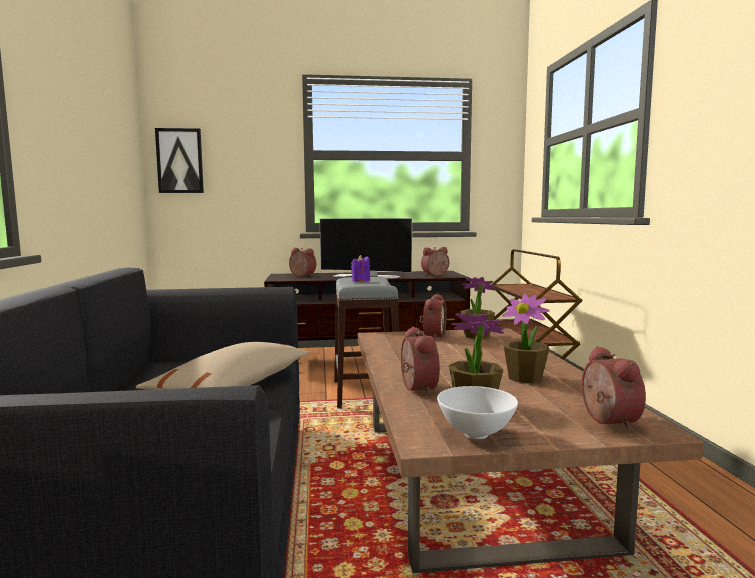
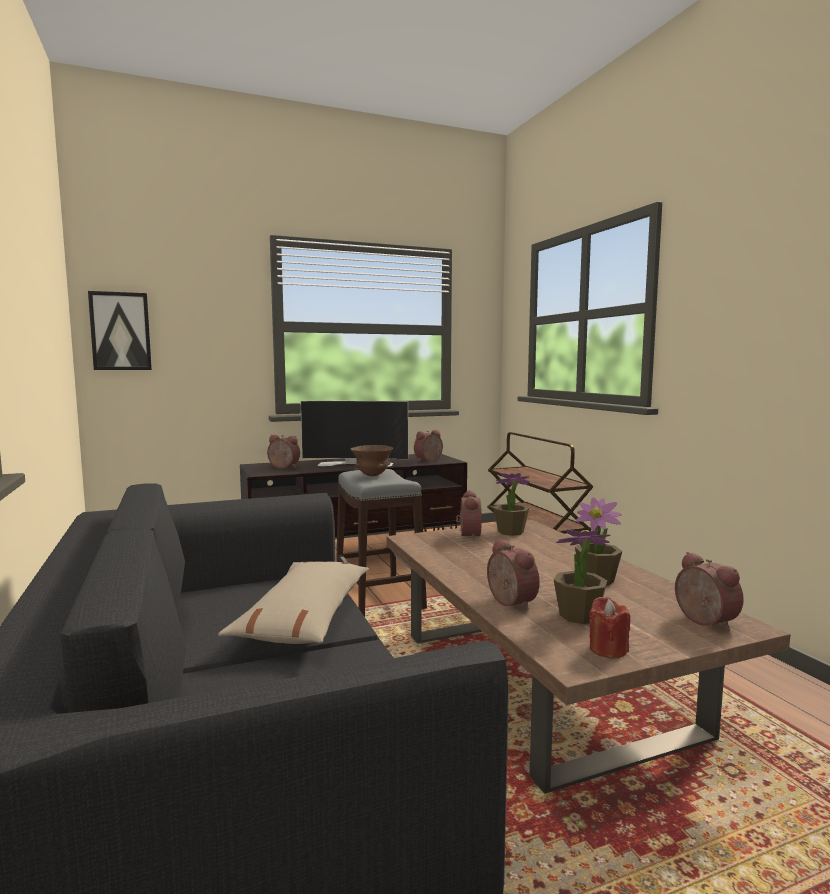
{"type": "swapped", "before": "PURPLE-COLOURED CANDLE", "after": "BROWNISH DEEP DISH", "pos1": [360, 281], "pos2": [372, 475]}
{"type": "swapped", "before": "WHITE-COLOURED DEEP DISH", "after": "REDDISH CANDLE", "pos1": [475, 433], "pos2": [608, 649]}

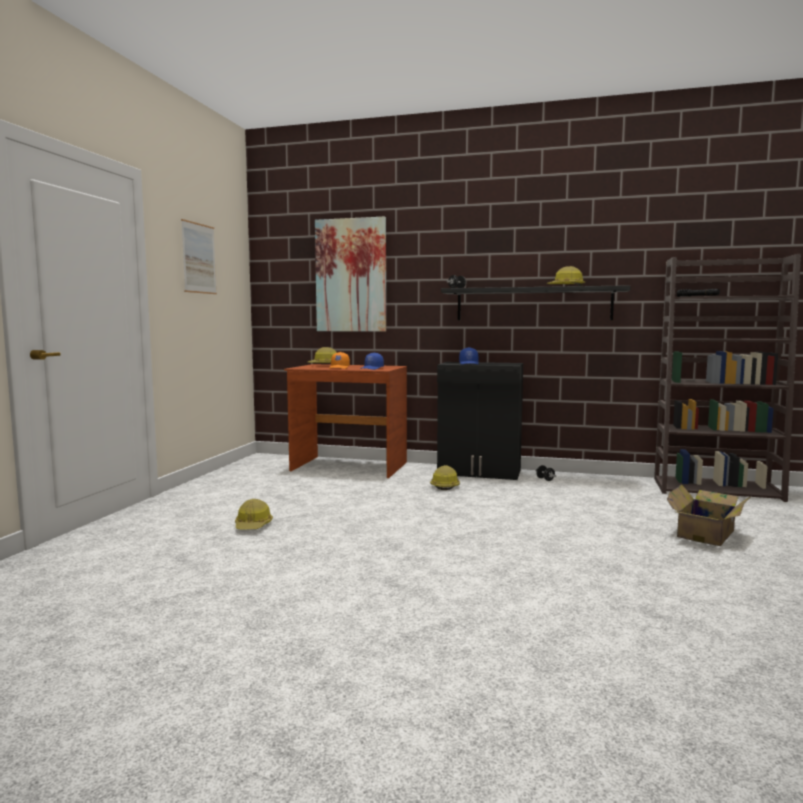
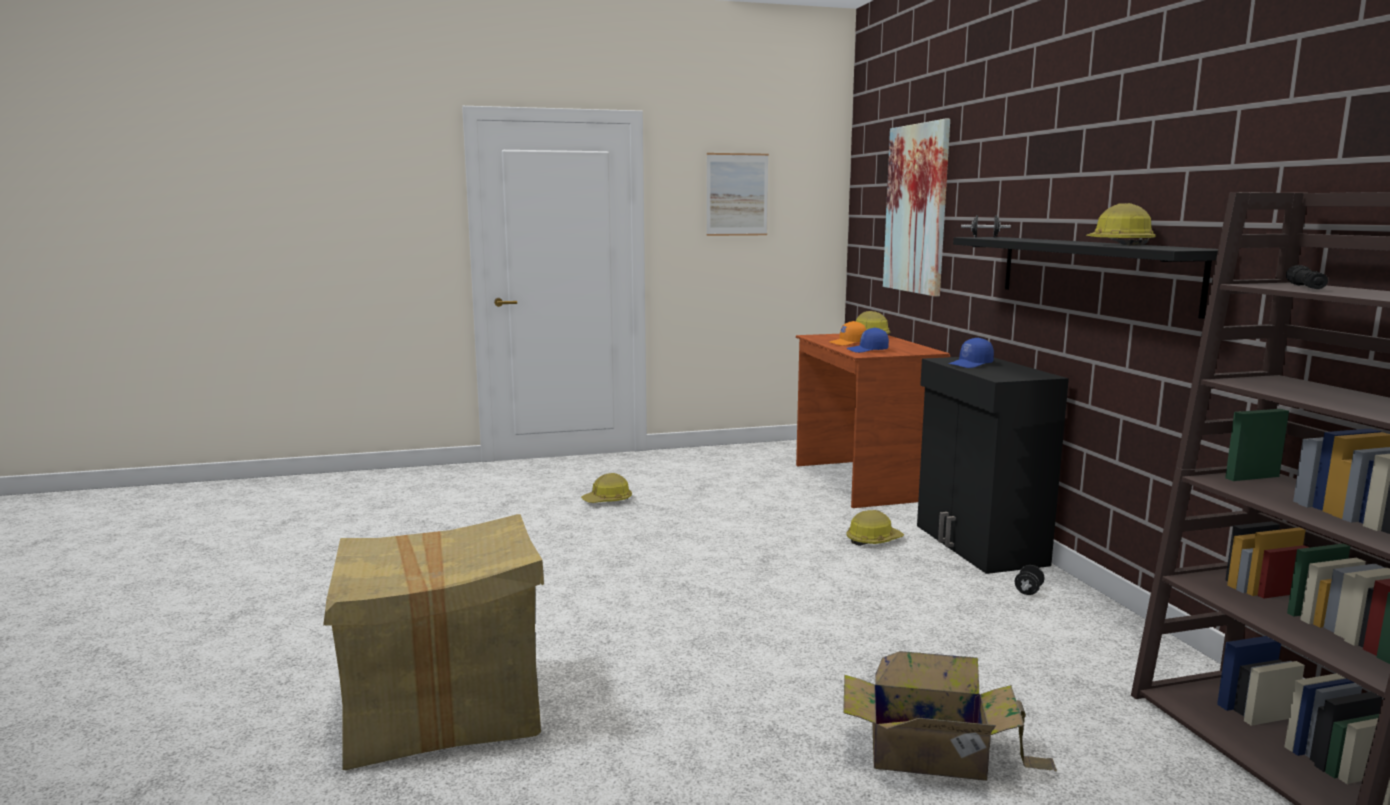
{"type": "new", "after": "PACKING BOX", "pos2": [444, 709]}

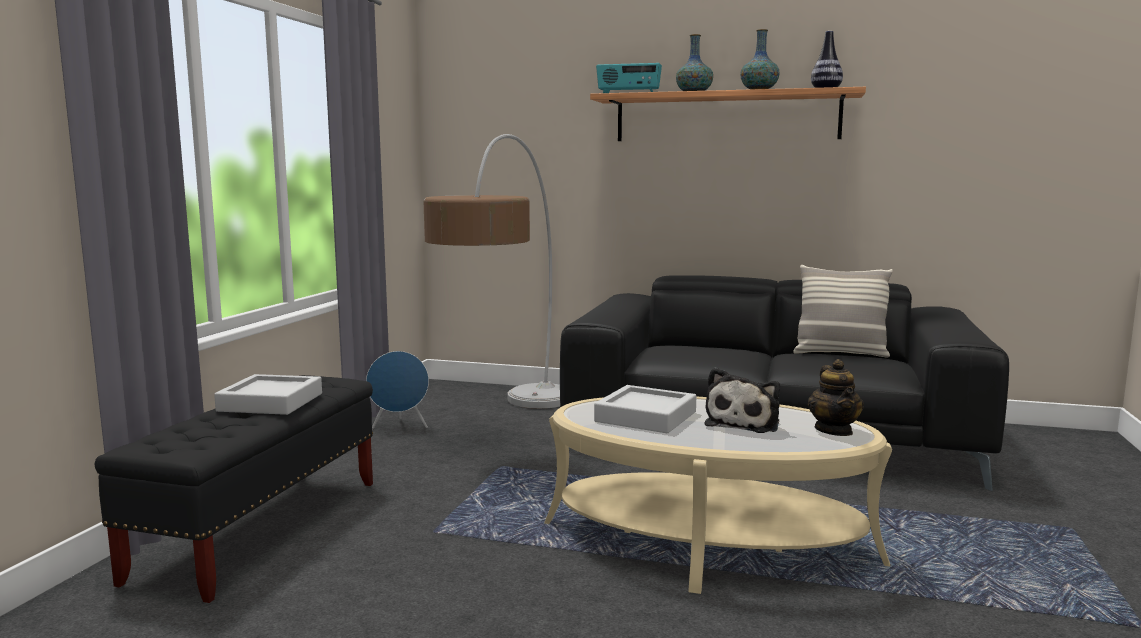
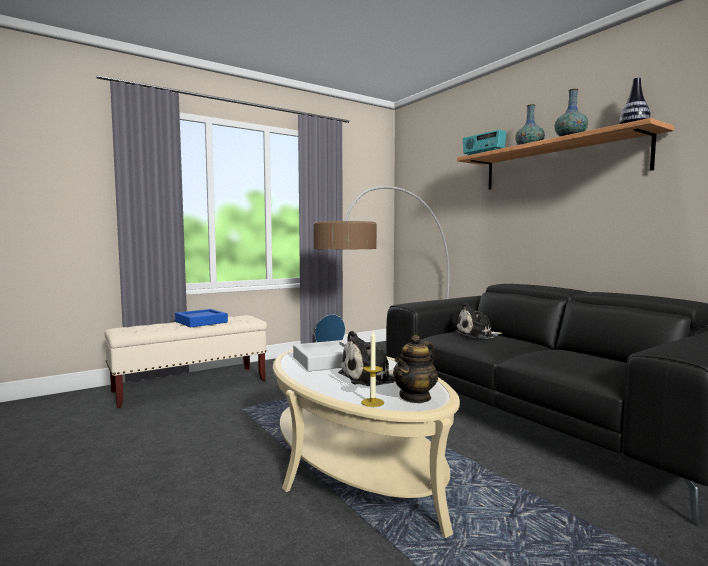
{"type": "repainted", "before": "BLACK LONG SEAT", "after": "BEIGE LONG SEAT", "pos1": [261, 529], "pos2": [191, 386]}
{"type": "repainted", "before": "GREY SERVING TRAY", "after": "BLUE-COLOURED SERVING TRAY", "pos1": [271, 402], "pos2": [201, 322]}
{"type": "new", "after": "CANDLE", "pos2": [372, 402]}
{"type": "new", "after": "CUDDLY TOY", "pos2": [477, 335]}
{"type": "gone", "before": "CUSHION", "pos1": [840, 353]}

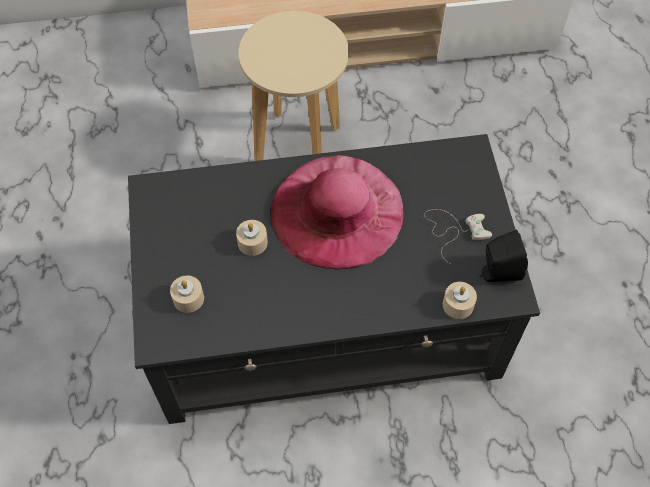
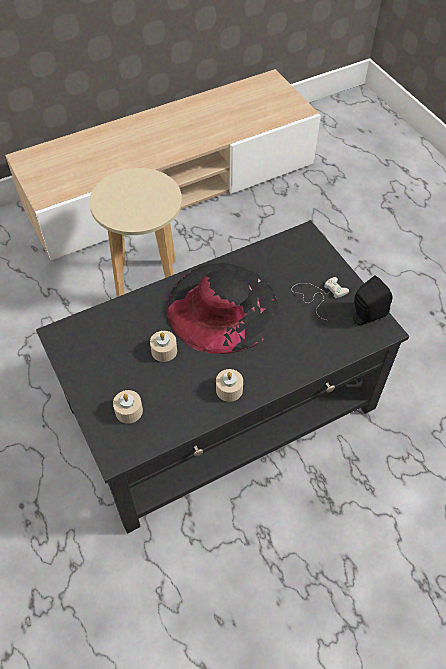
{"type": "repainted", "before": "PINK-COLOURED HAT", "after": "BLACK HAT", "pos1": [337, 211], "pos2": [222, 307]}
{"type": "shifted", "before": "BEIGE CANDLE", "pos1": [458, 305], "pos2": [229, 389]}

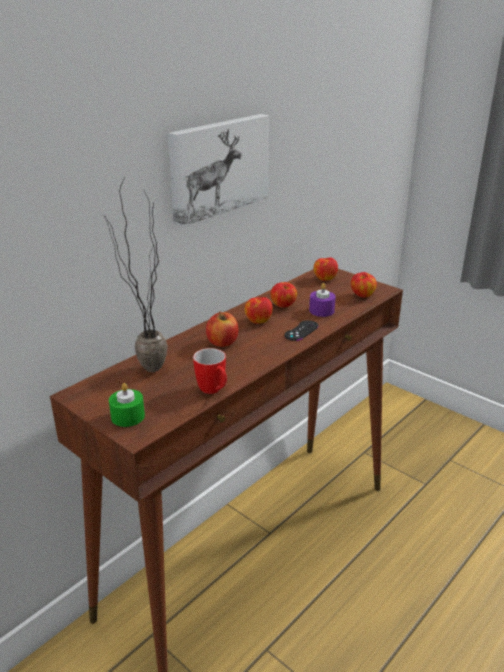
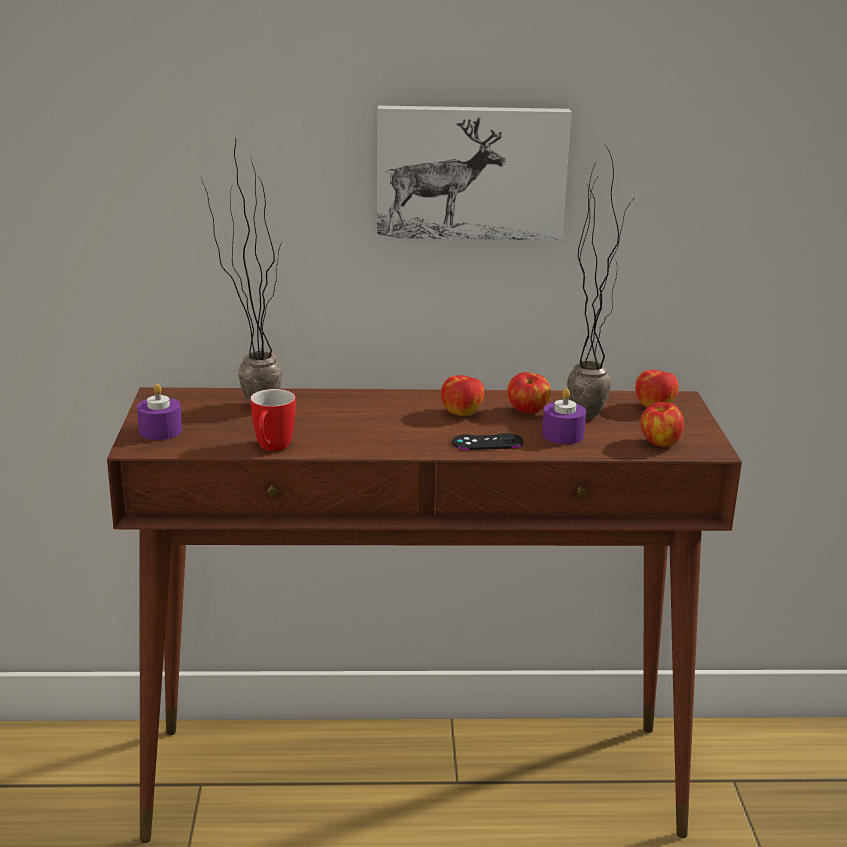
{"type": "repainted", "before": "GREENISH CANDLE", "after": "PURPLE-COLOURED CANDLE", "pos1": [128, 416], "pos2": [160, 431]}
{"type": "new", "after": "PLANT IN A POT", "pos2": [589, 411]}
{"type": "gone", "before": "APPLE", "pos1": [222, 342]}

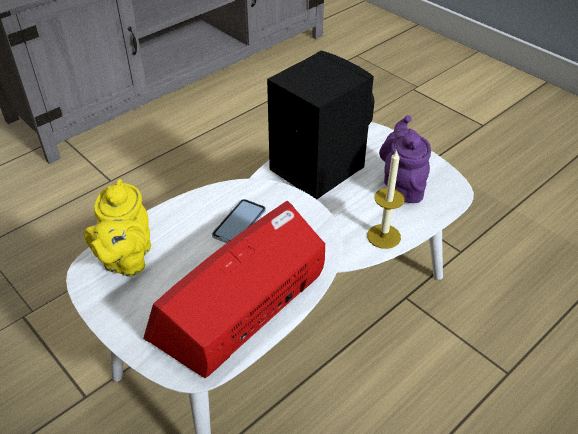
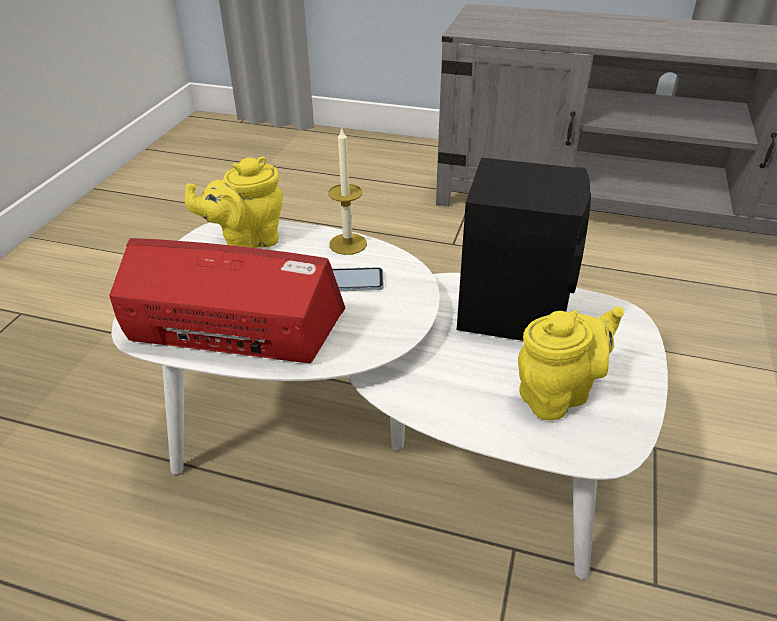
{"type": "shifted", "before": "CANDLE", "pos1": [383, 236], "pos2": [348, 244]}
{"type": "repainted", "before": "PURPLE-COLOURED TEA POT", "after": "YELLOW TEA POT", "pos1": [402, 186], "pos2": [558, 393]}

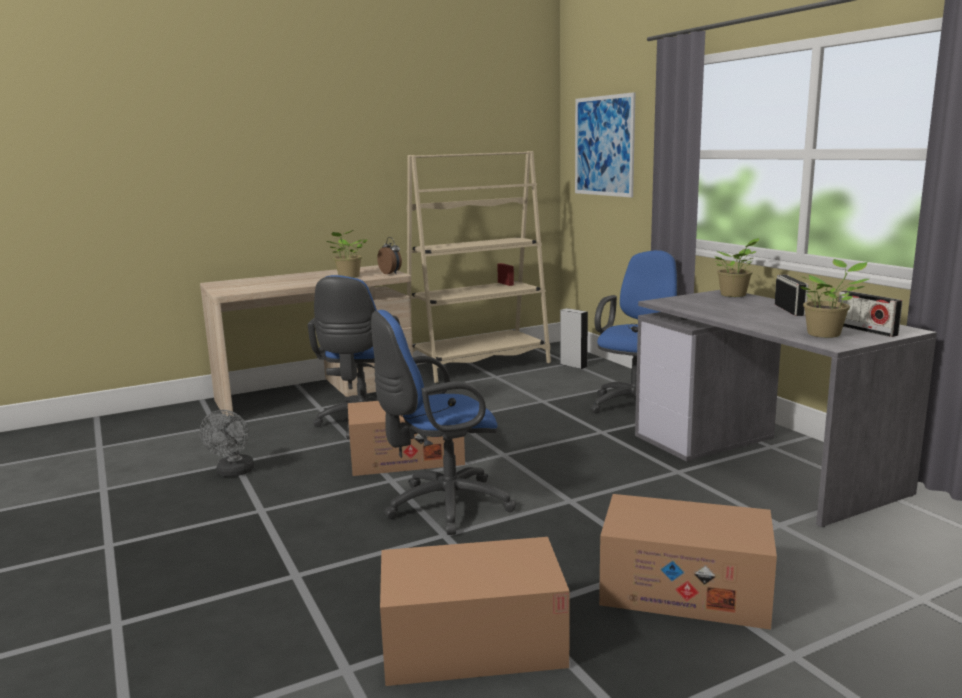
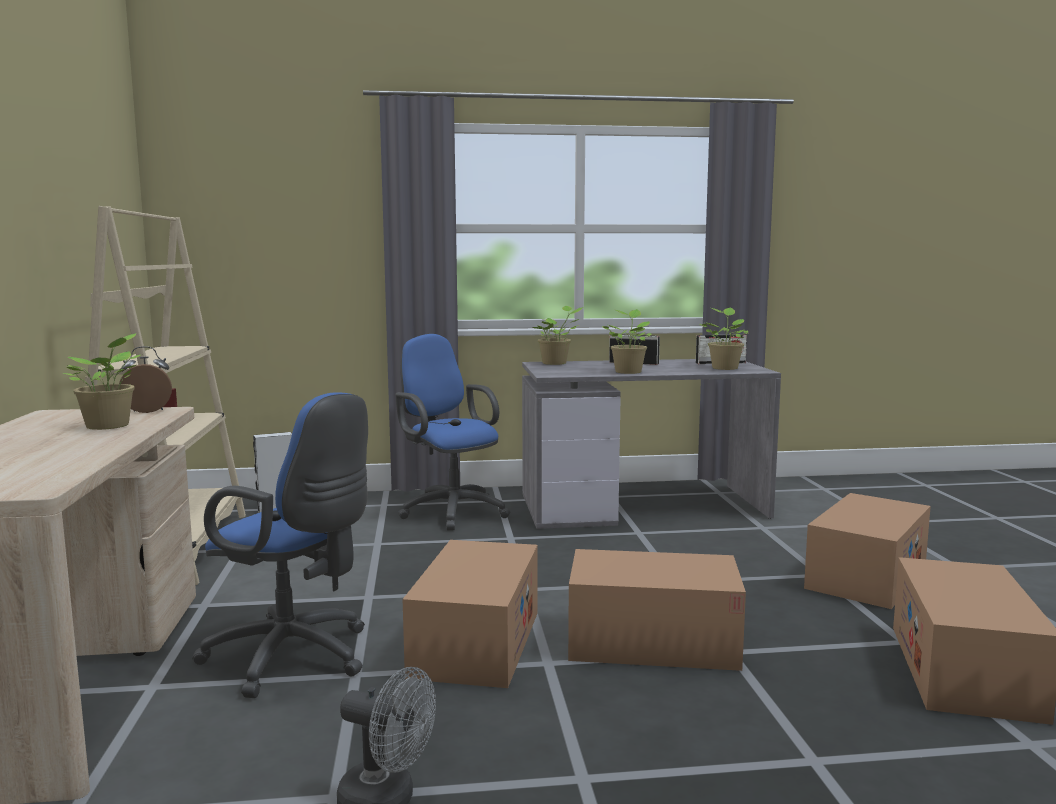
{"type": "swapped", "before": "BLUE-COLOURED DESK CHAIR", "after": "PACKING BOX", "pos1": [442, 506], "pos2": [653, 642]}
{"type": "new", "after": "PLANT IN A POT", "pos2": [628, 372]}
{"type": "gone", "before": "PICTURE", "pos1": [604, 146]}

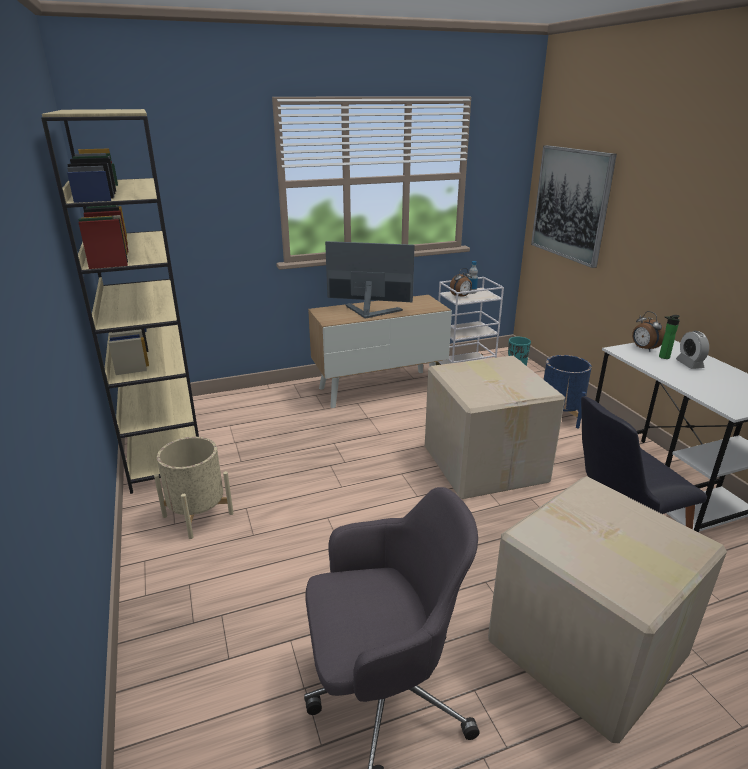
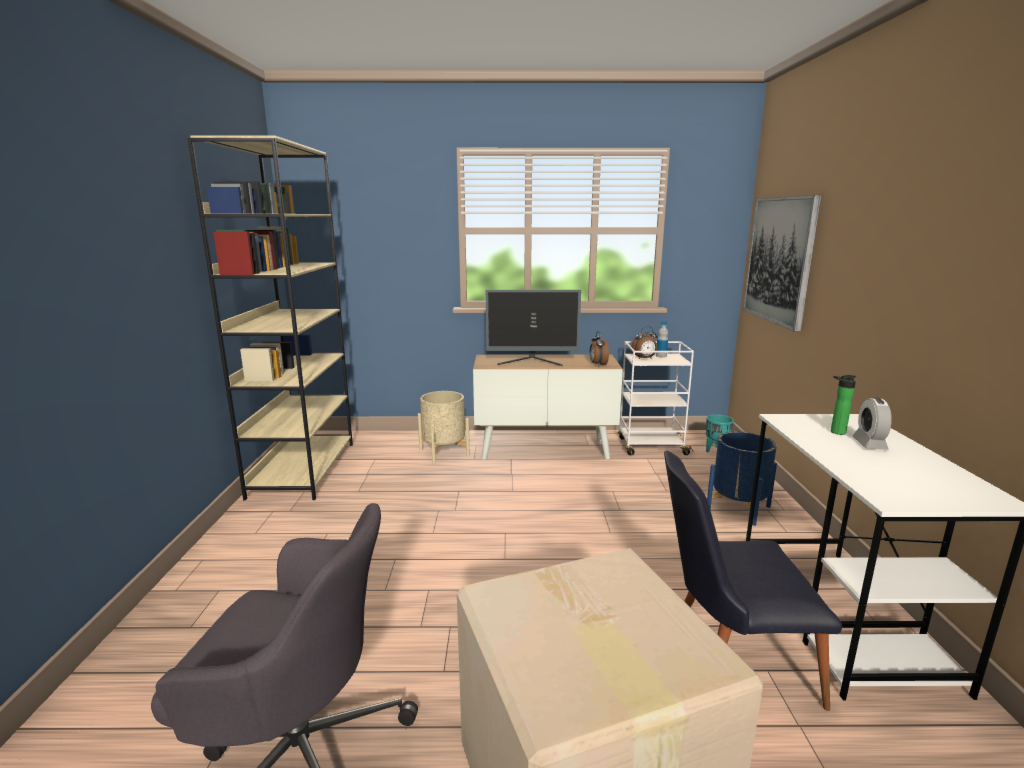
{"type": "shifted", "before": "BEIGE PLANTER", "pos1": [198, 515], "pos2": [444, 452]}
{"type": "rotated", "before": "COMPUTER SCREEN", "pos1": [369, 312], "pos2": [532, 362], "turn": 150}
{"type": "shifted", "before": "BEDSIDE CLOCK", "pos1": [643, 348], "pos2": [597, 364]}
{"type": "gone", "before": "PACKING BOX", "pos1": [485, 463]}

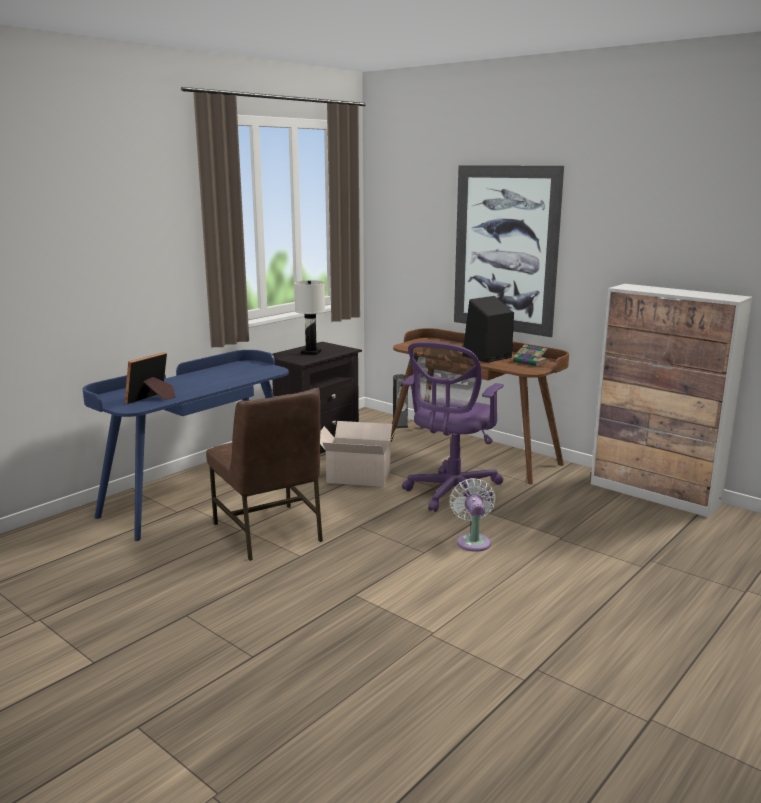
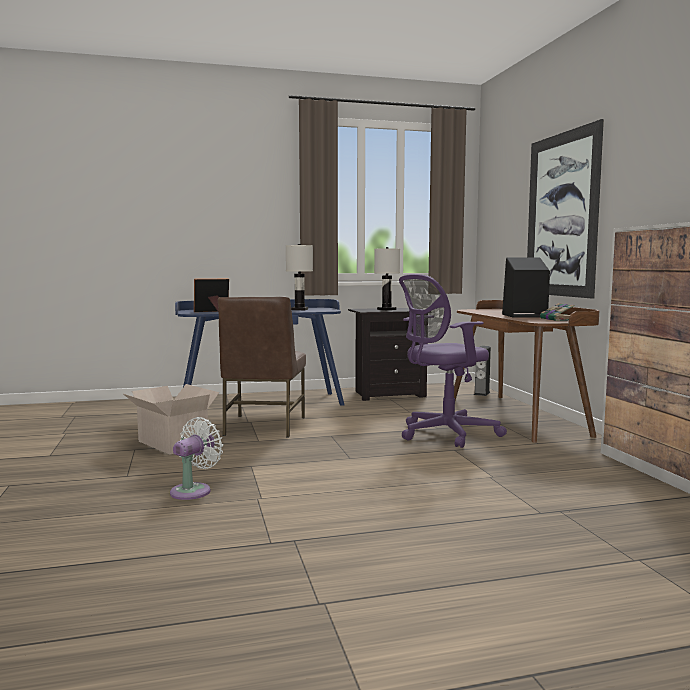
{"type": "shifted", "before": "PACKING BOX", "pos1": [357, 476], "pos2": [172, 442]}
{"type": "shifted", "before": "WHITE-COLOURED COOLING FAN", "pos1": [473, 541], "pos2": [194, 490]}
{"type": "new", "after": "WHITE-COLOURED LAMP FOR A TABLE", "pos2": [299, 309]}

